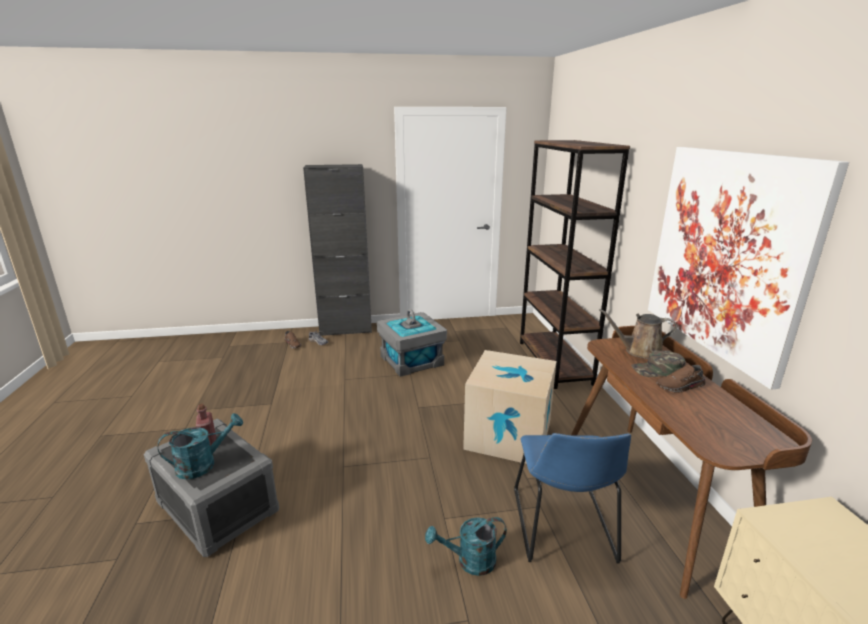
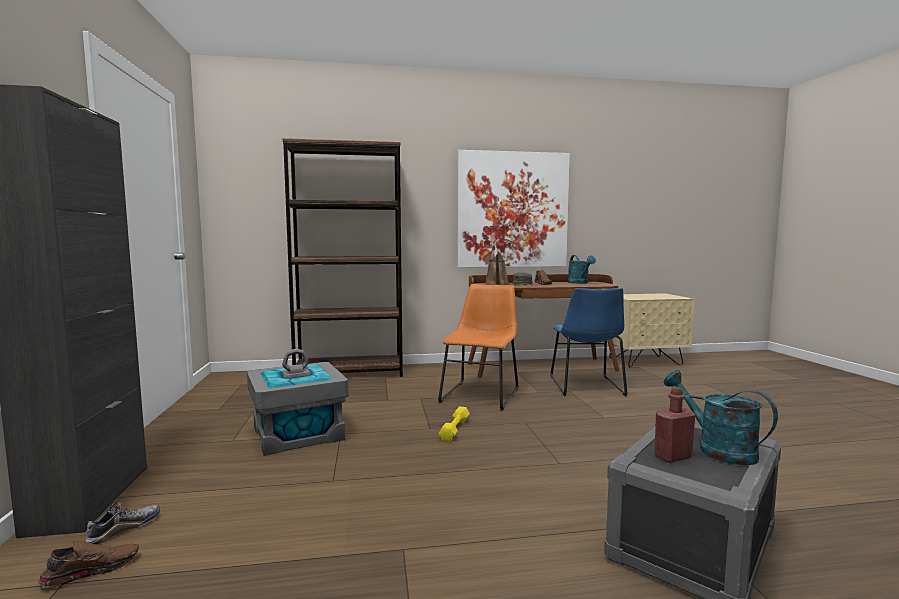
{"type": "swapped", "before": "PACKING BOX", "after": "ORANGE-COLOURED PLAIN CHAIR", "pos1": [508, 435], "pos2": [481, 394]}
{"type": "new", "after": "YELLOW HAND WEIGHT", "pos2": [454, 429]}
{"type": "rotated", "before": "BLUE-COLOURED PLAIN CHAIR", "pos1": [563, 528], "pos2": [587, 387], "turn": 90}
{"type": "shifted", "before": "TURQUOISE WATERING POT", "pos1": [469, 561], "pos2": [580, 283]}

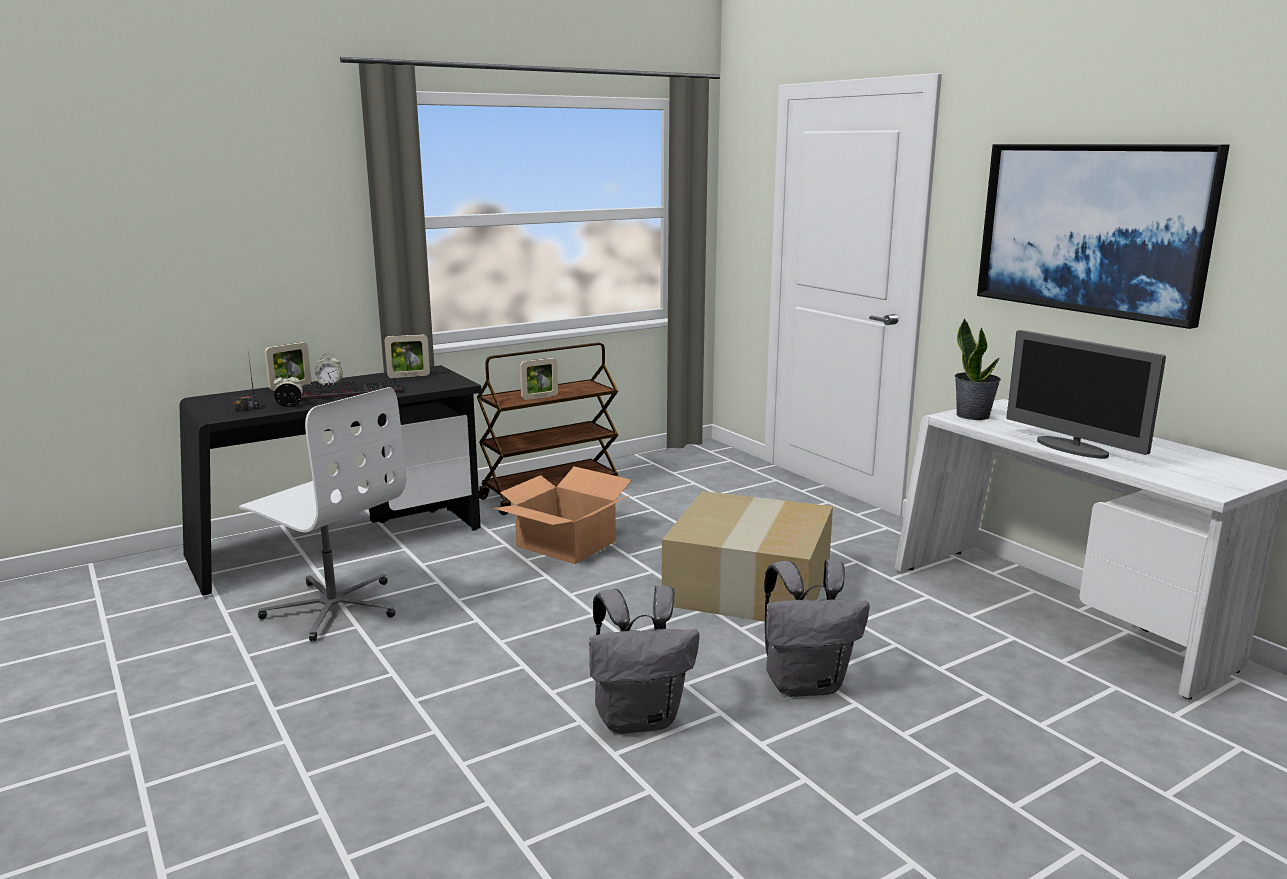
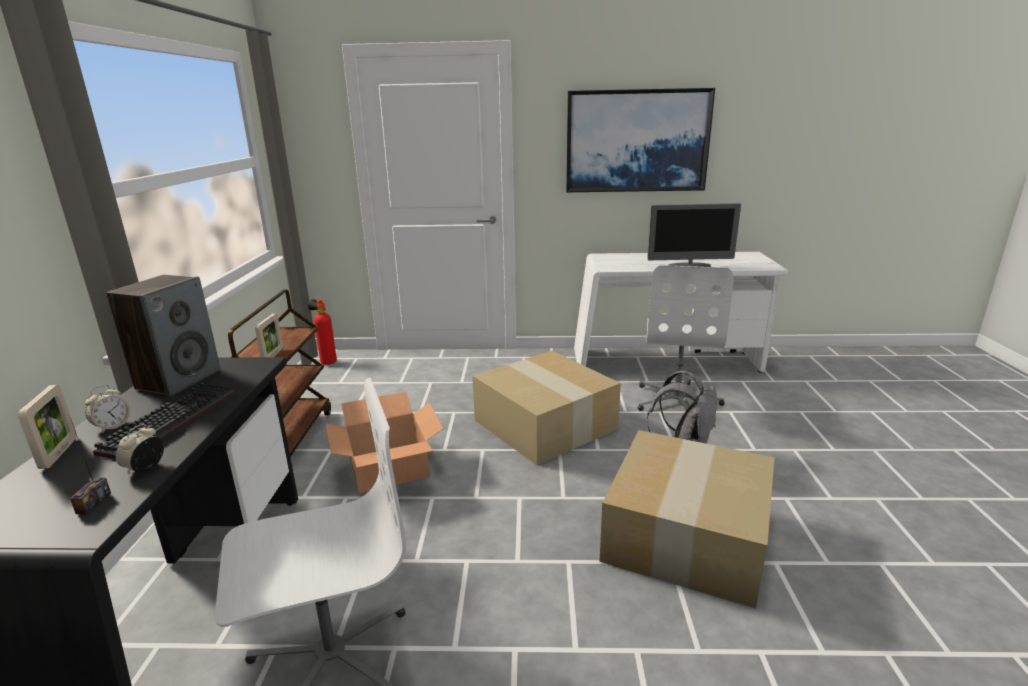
{"type": "swapped", "before": "PHOTO FRAME", "after": "SPEAKER", "pos1": [408, 376], "pos2": [179, 379]}
{"type": "new", "after": "FIRE-FIGHTING CYLINDER", "pos2": [327, 362]}
{"type": "swapped", "before": "GREY RUCKSACK", "after": "PACKING BOX", "pos1": [639, 719], "pos2": [684, 533]}
{"type": "new", "after": "WHITE-COLOURED DESK CHAIR", "pos2": [677, 401]}
{"type": "gone", "before": "PLANT IN A POT", "pos1": [973, 415]}

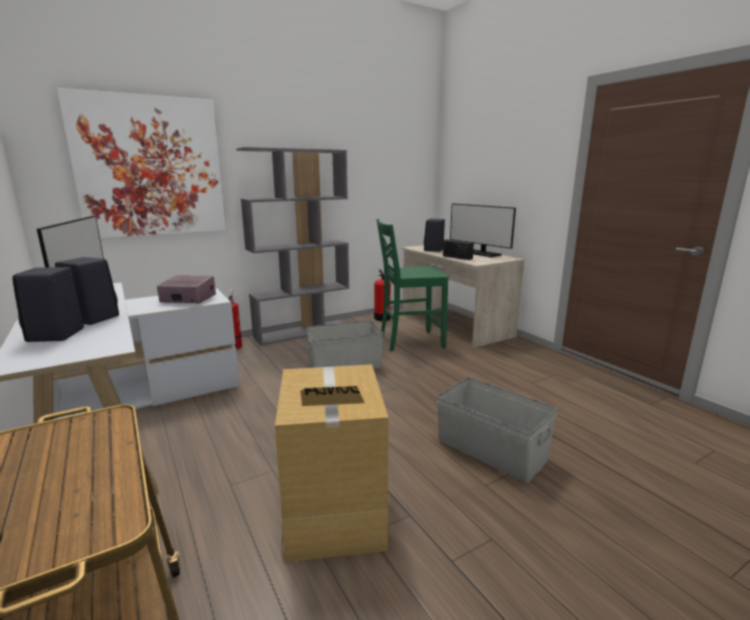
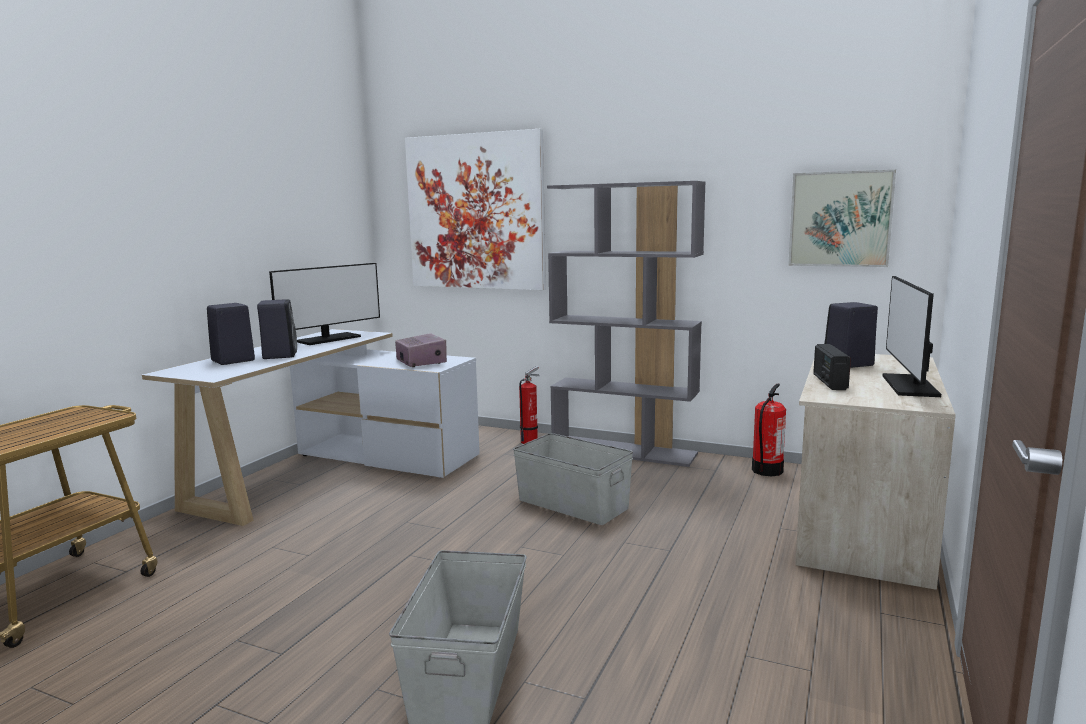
{"type": "new", "after": "PICTURE", "pos2": [840, 219]}
{"type": "gone", "before": "PACKING BOX", "pos1": [333, 510]}
{"type": "gone", "before": "GREENISH PLAIN CHAIR", "pos1": [409, 341]}

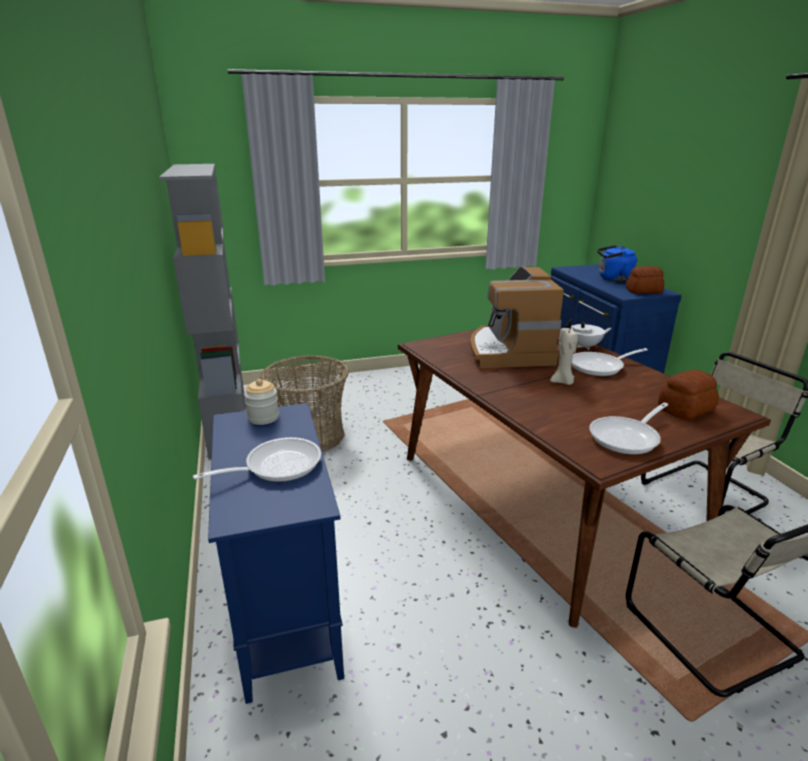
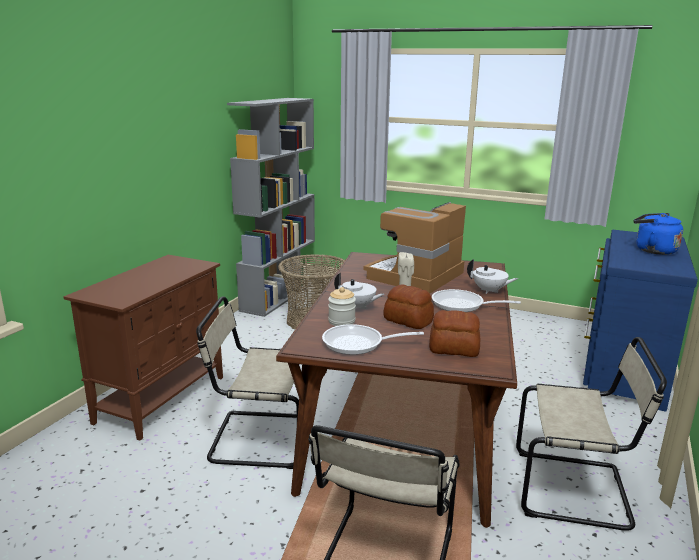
{"type": "repainted", "before": "BLUE-COLOURED CABINET", "after": "BROWNISH CABINET", "pos1": [285, 611], "pos2": [162, 398]}
{"type": "new", "after": "BEIGE PLAIN CHAIR", "pos2": [258, 438]}
{"type": "shifted", "before": "STORAGE JAR", "pos1": [263, 417], "pos2": [341, 321]}
{"type": "new", "after": "WHITE-COLOURED TEA POT", "pos2": [357, 307]}
{"type": "shifted", "before": "BREAD", "pos1": [643, 291], "pos2": [408, 320]}
{"type": "gone", "before": "FRYING PAN", "pos1": [276, 466]}

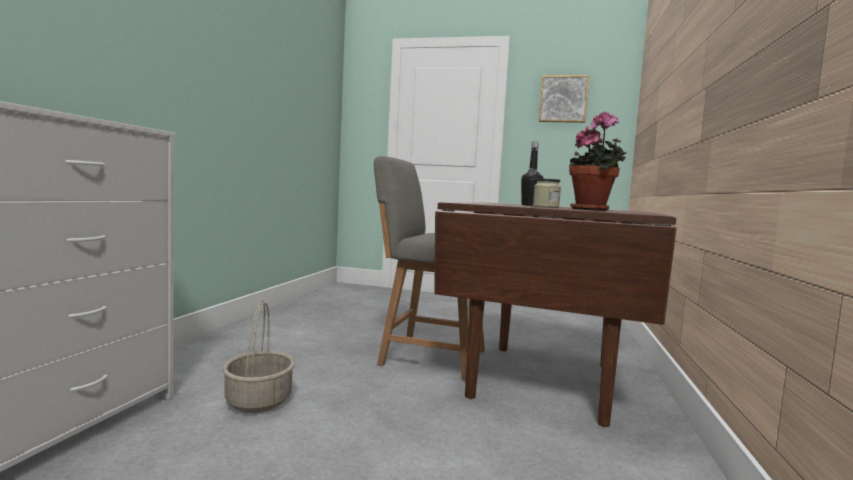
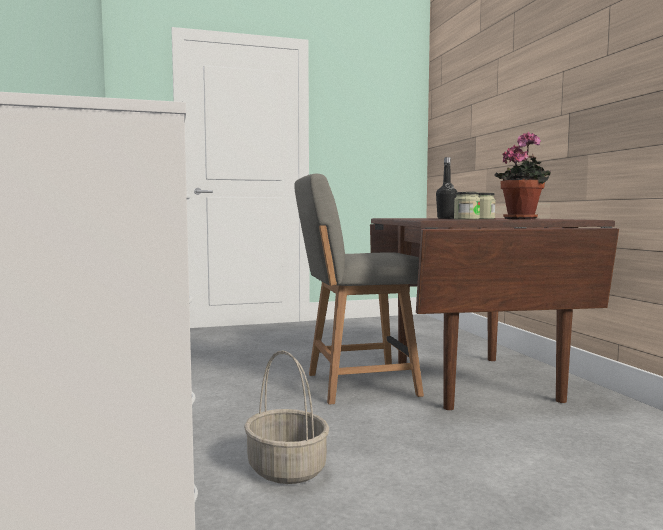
{"type": "new", "after": "STORAGE JAR", "pos2": [466, 219]}
{"type": "gone", "before": "PICTURE", "pos1": [563, 99]}

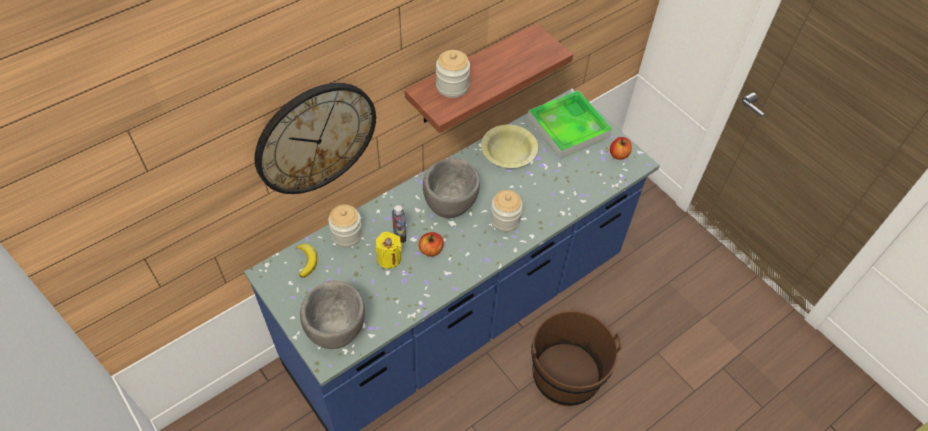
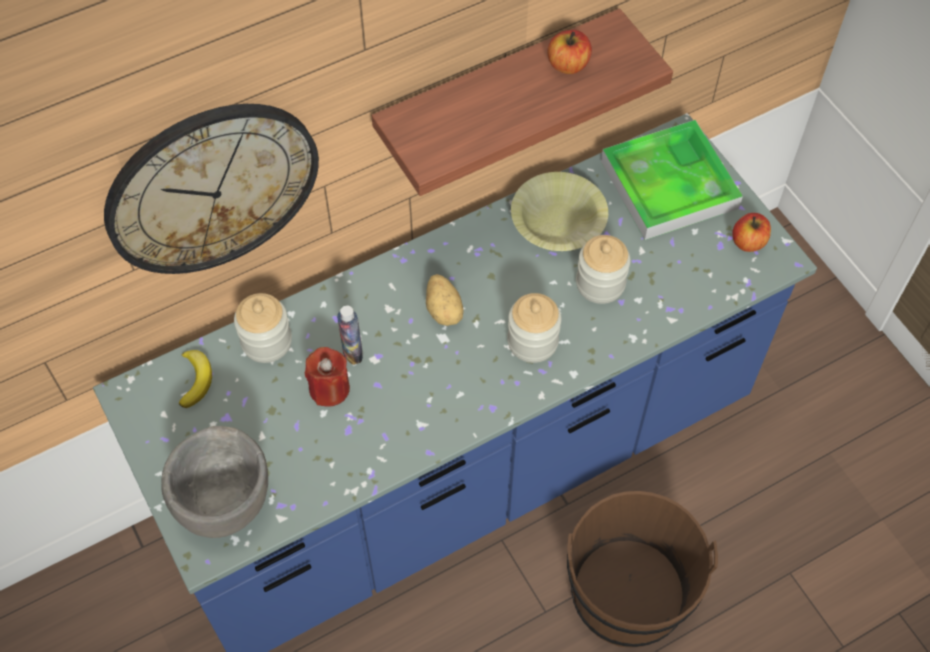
{"type": "repainted", "before": "YELLOW CANDLE", "after": "REDDISH CANDLE", "pos1": [389, 258], "pos2": [329, 388]}
{"type": "swapped", "before": "GREY DEEP DISH", "after": "POTATO", "pos1": [450, 207], "pos2": [445, 309]}
{"type": "shifted", "before": "APPLE", "pos1": [431, 250], "pos2": [568, 65]}
{"type": "shifted", "before": "STORAGE JAR", "pos1": [452, 86], "pos2": [600, 283]}

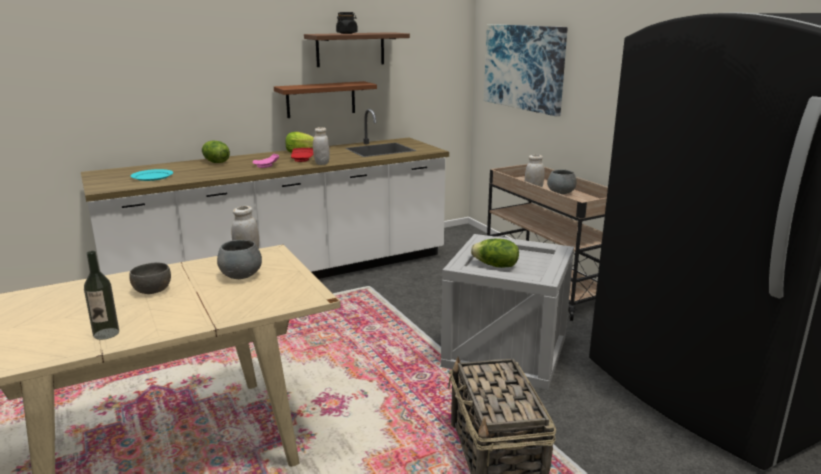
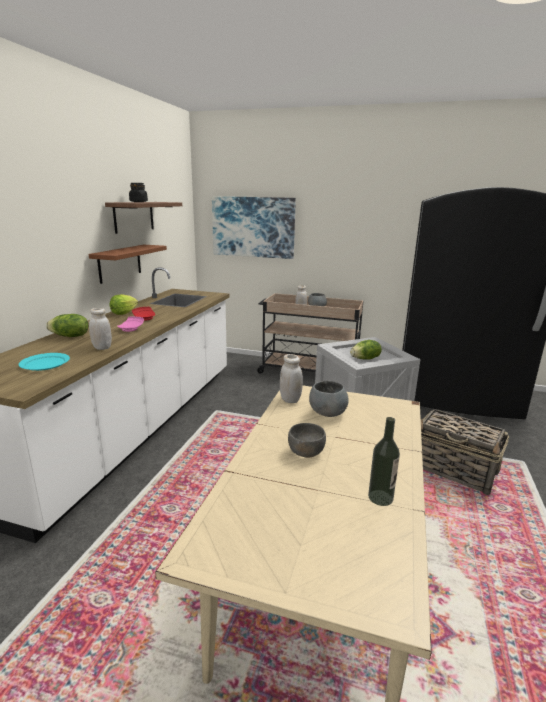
{"type": "shifted", "before": "WHITE-COLOURED STORAGE JAR", "pos1": [321, 163], "pos2": [102, 347]}

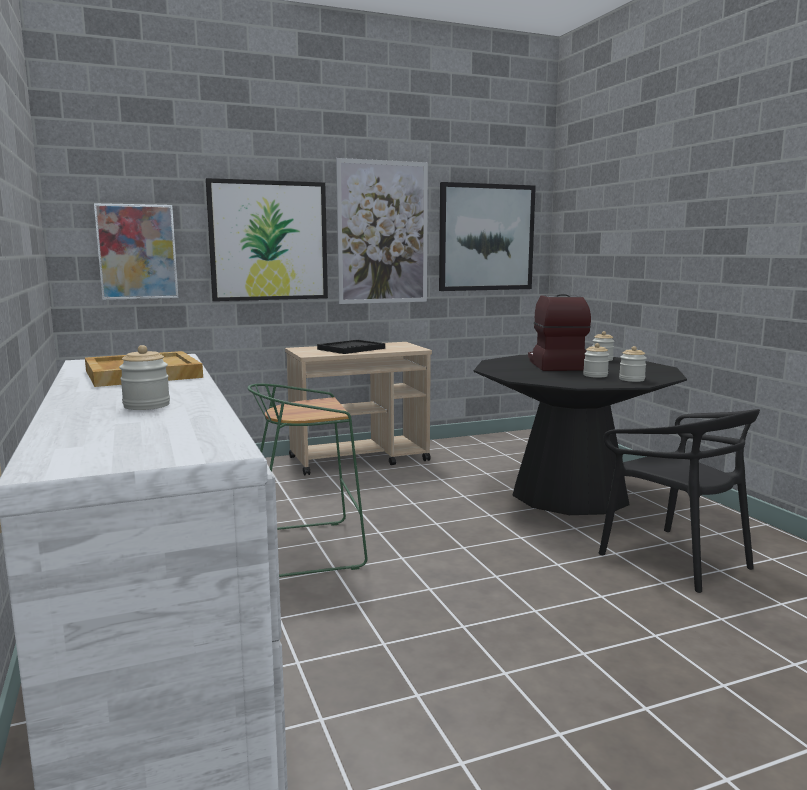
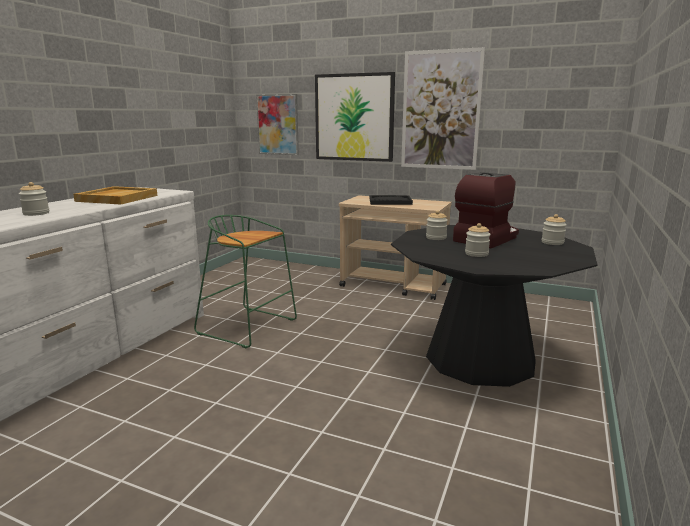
{"type": "shifted", "before": "STORAGE JAR", "pos1": [631, 379], "pos2": [436, 238]}
{"type": "gone", "before": "PICTURE", "pos1": [486, 237]}
{"type": "gone", "before": "BLACK PLAIN CHAIR", "pos1": [675, 559]}

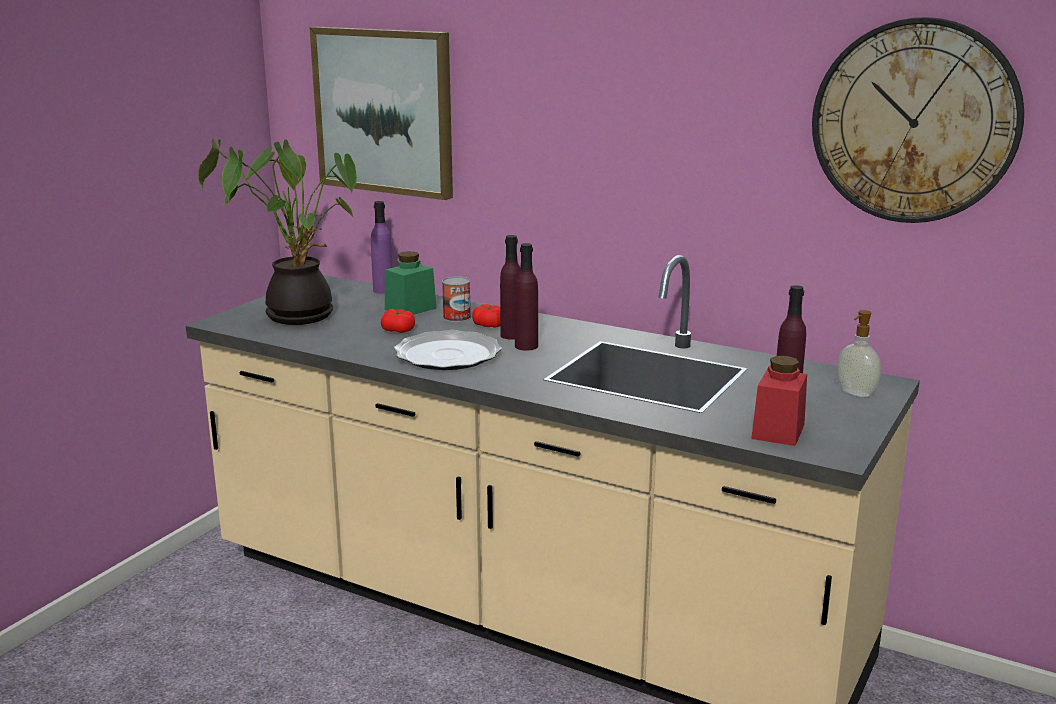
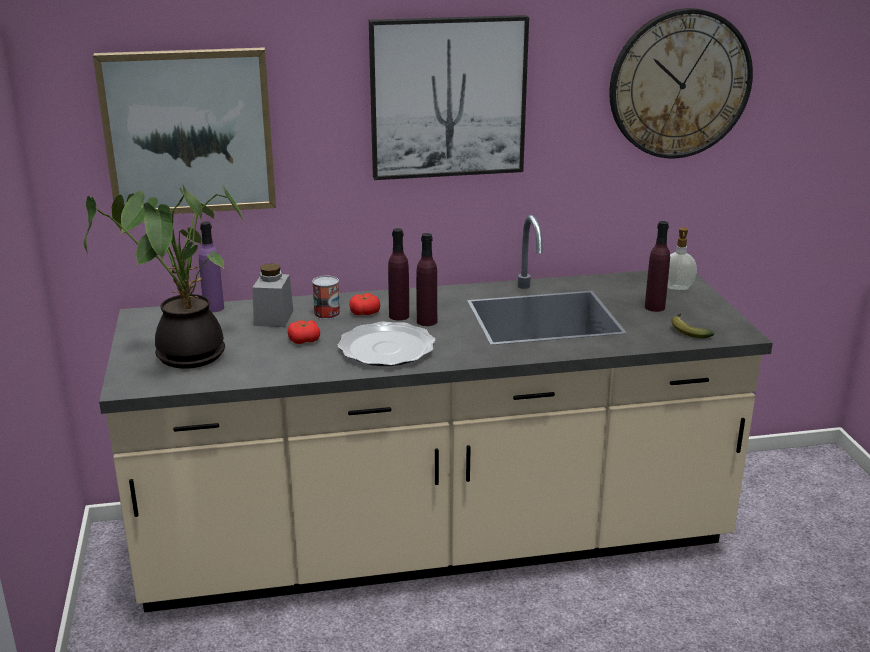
{"type": "repainted", "before": "GREENISH STORAGE JAR", "after": "GREY STORAGE JAR", "pos1": [410, 309], "pos2": [274, 318]}
{"type": "new", "after": "PICTURE", "pos2": [447, 97]}
{"type": "swapped", "before": "REDDISH STORAGE JAR", "after": "BANANA FRUIT", "pos1": [778, 431], "pos2": [688, 330]}

